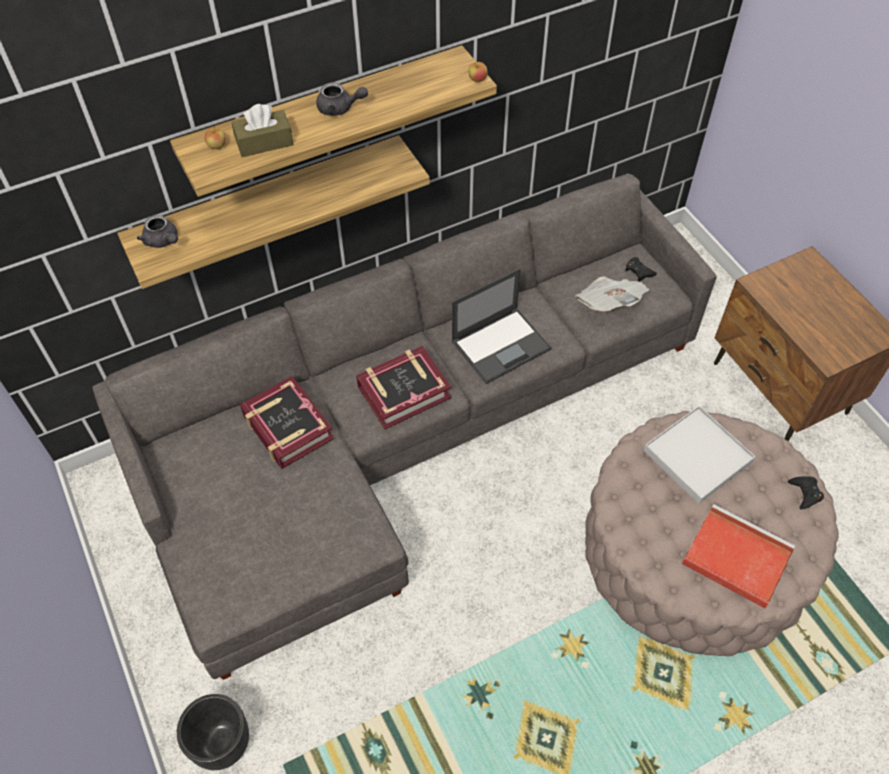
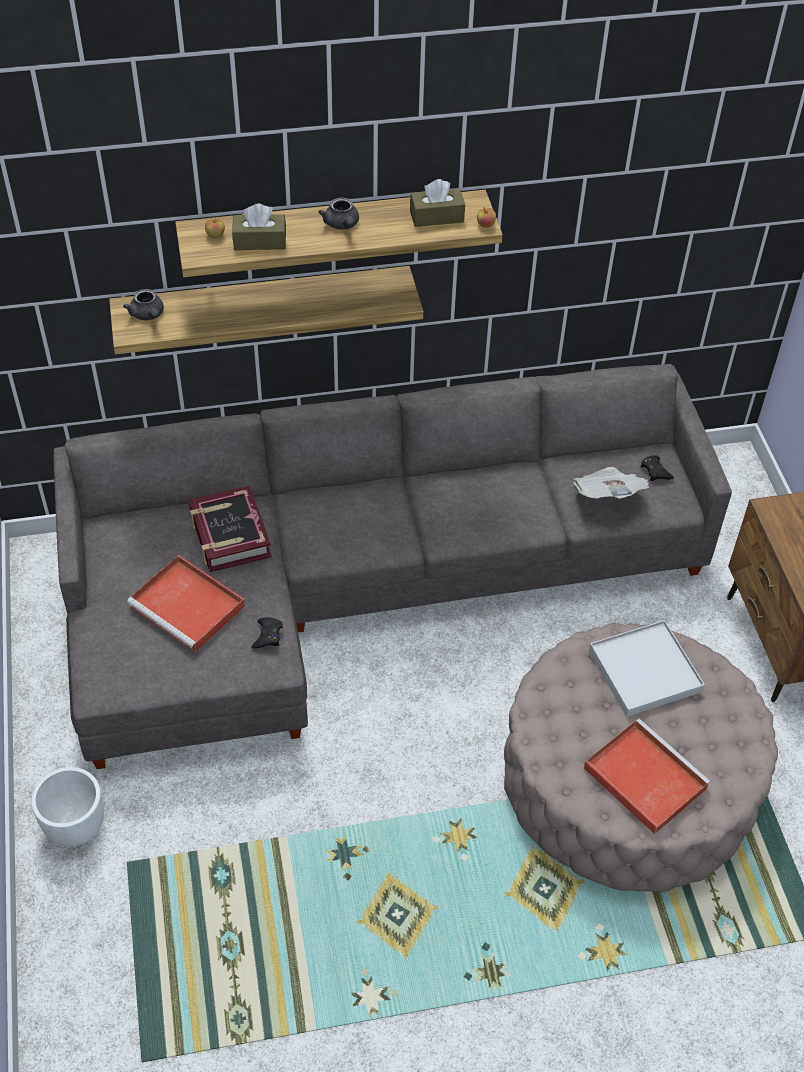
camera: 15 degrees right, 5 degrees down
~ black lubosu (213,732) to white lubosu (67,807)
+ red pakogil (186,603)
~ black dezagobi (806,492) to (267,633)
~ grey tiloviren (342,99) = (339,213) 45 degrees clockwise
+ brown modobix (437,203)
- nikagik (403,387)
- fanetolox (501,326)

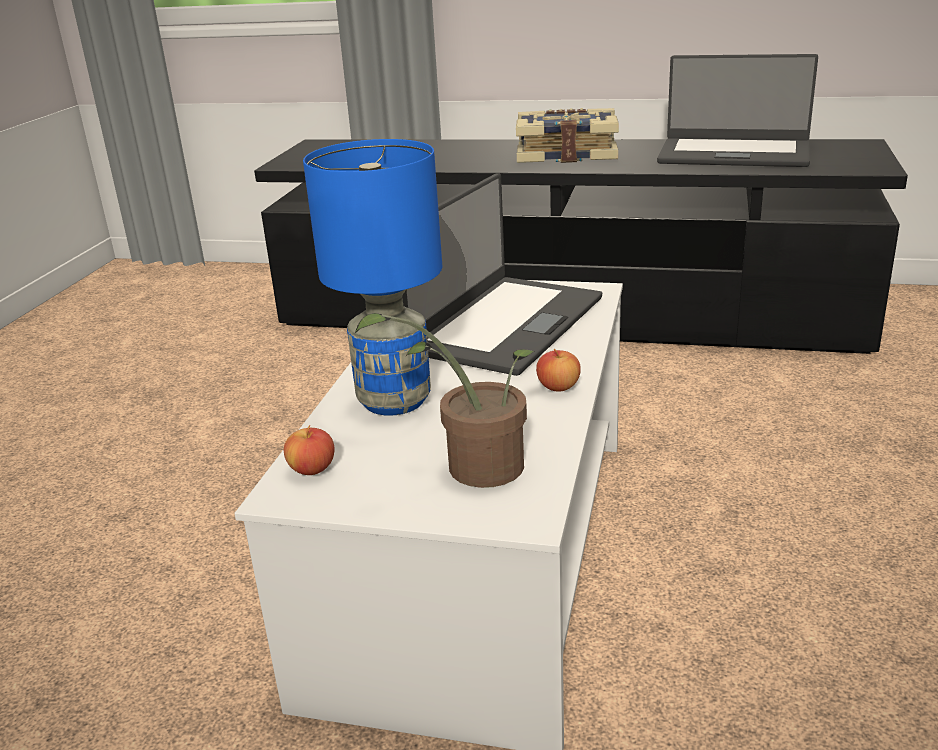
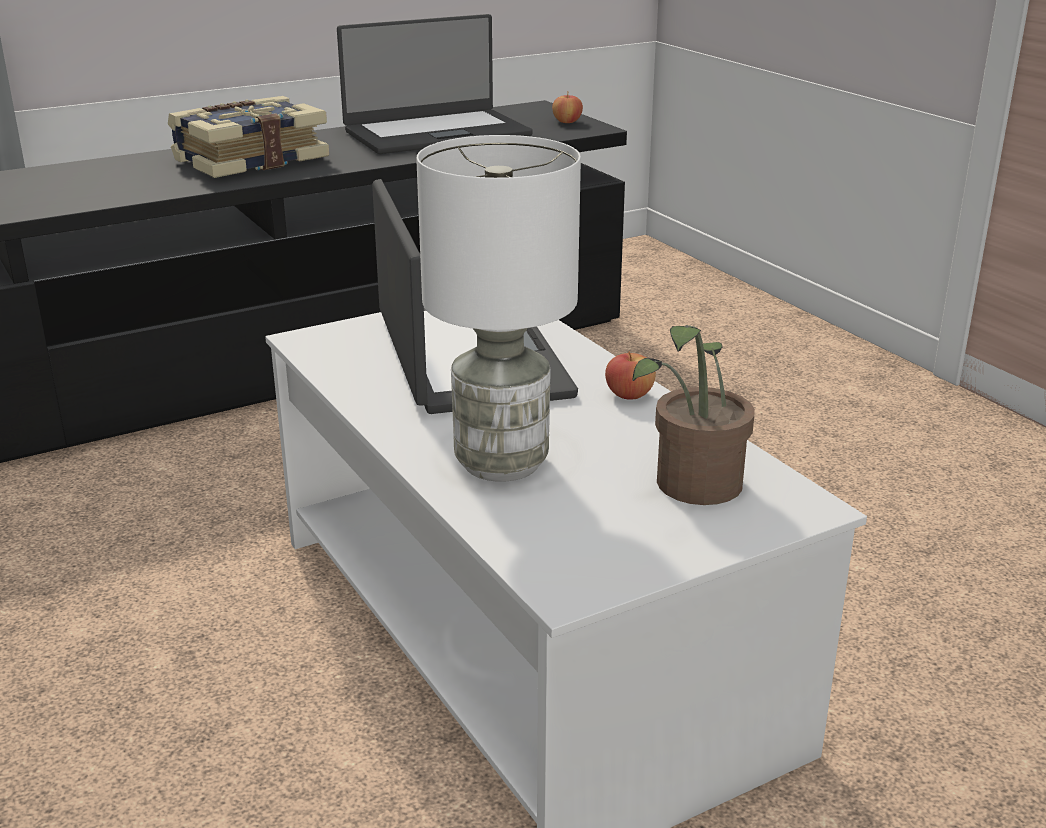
camera: 45 degrees left, 0 degrees up
~ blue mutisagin (372,277) to white mutisagin (498,308)
~ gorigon (309,450) to (567,107)

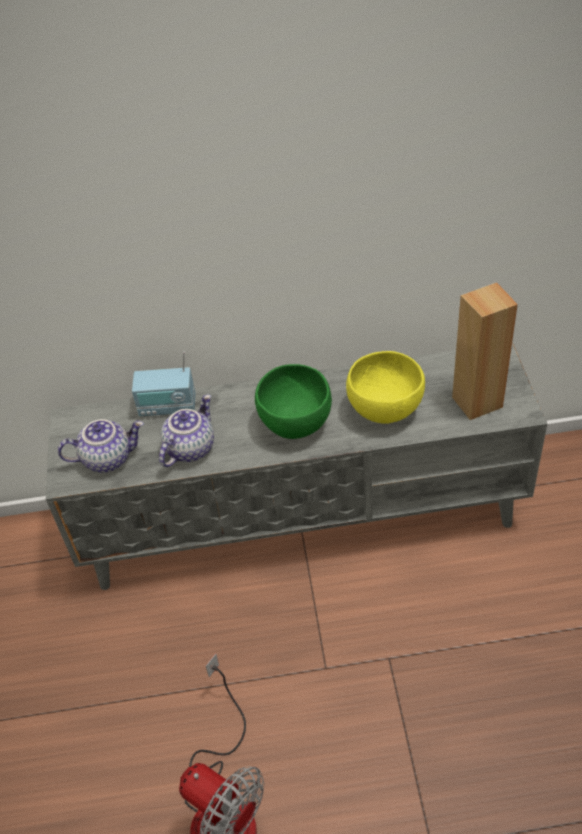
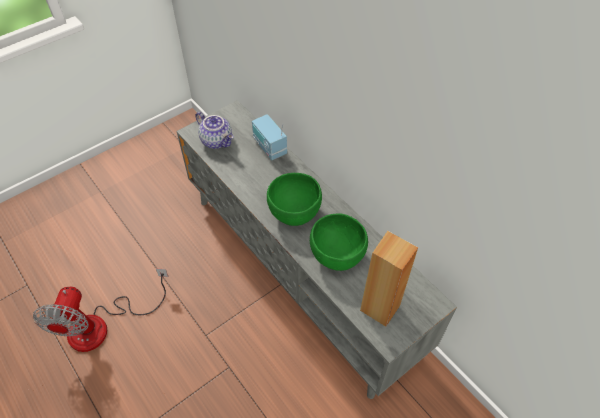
camera: 55 degrees right, 5 degrees up
~ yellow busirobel (385,387) to green busirobel (339,242)
- tiloviren (186,430)

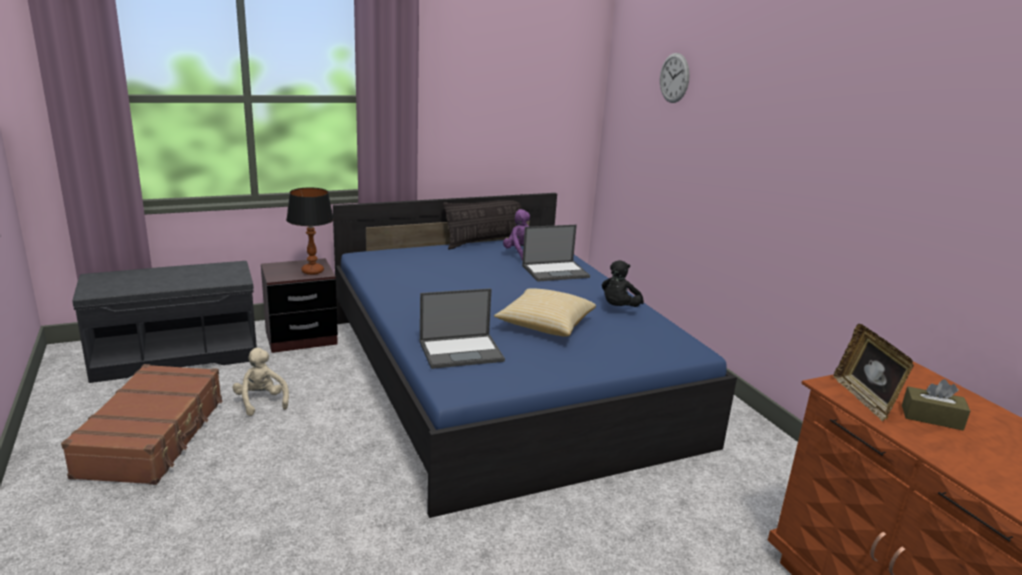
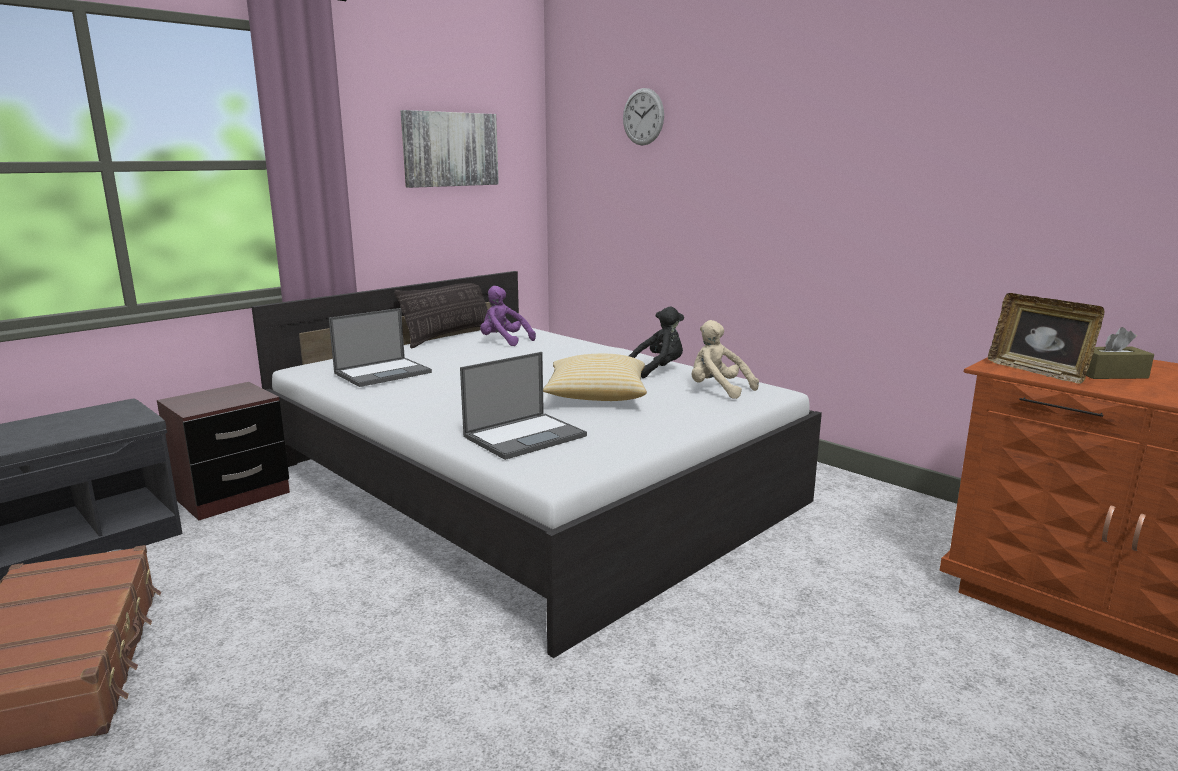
camera: 20 degrees left, 5 degrees down
~ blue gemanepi (535,355) to white gemanepi (536,464)
~ fanetolox (556,253) to (380,347)
+ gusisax (450,149)
~ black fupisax (622,283) = (656,342) 120 degrees counterclockwise
~ beige fupisax (260,382) to (725,359)
- mutisagin (310,231)

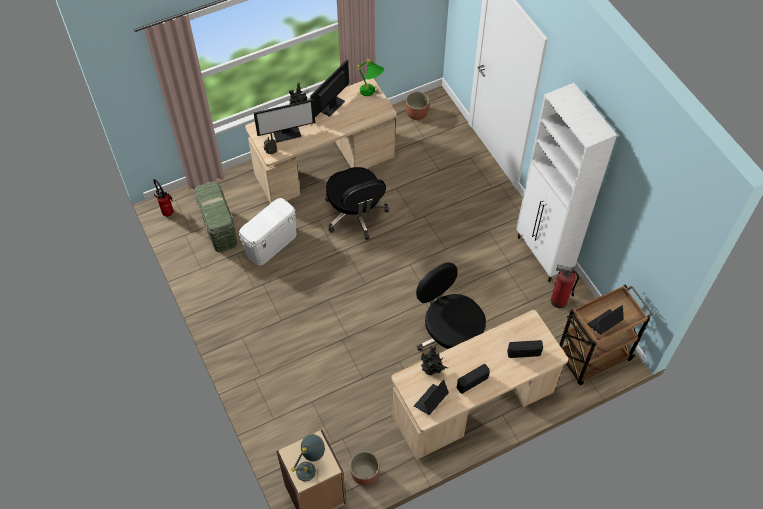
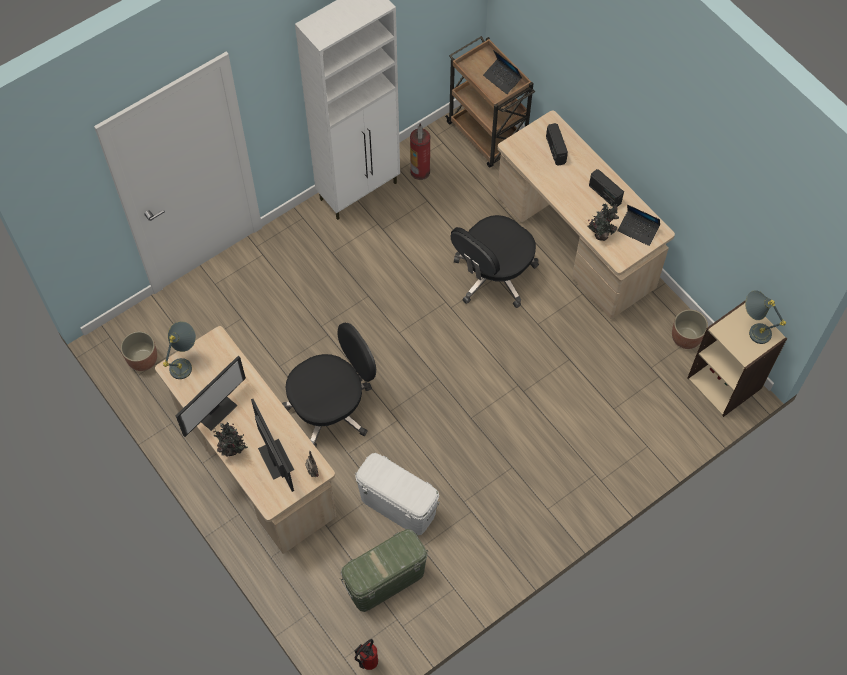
camera: 100 degrees left, 5 degrees up
~ green mutisagin (370,77) to grey mutisagin (179,350)
~ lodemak (329,88) = (211,396) 75 degrees counterclockwise

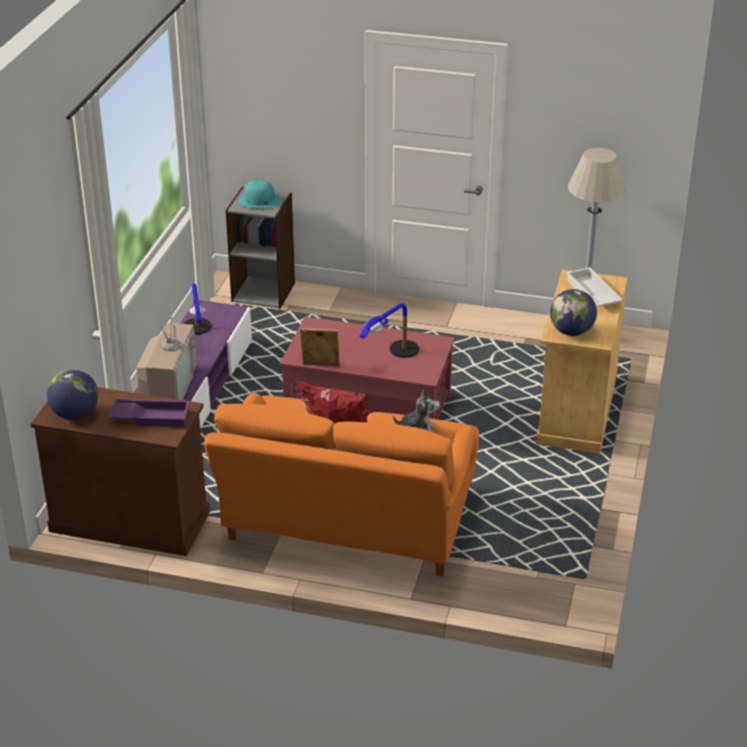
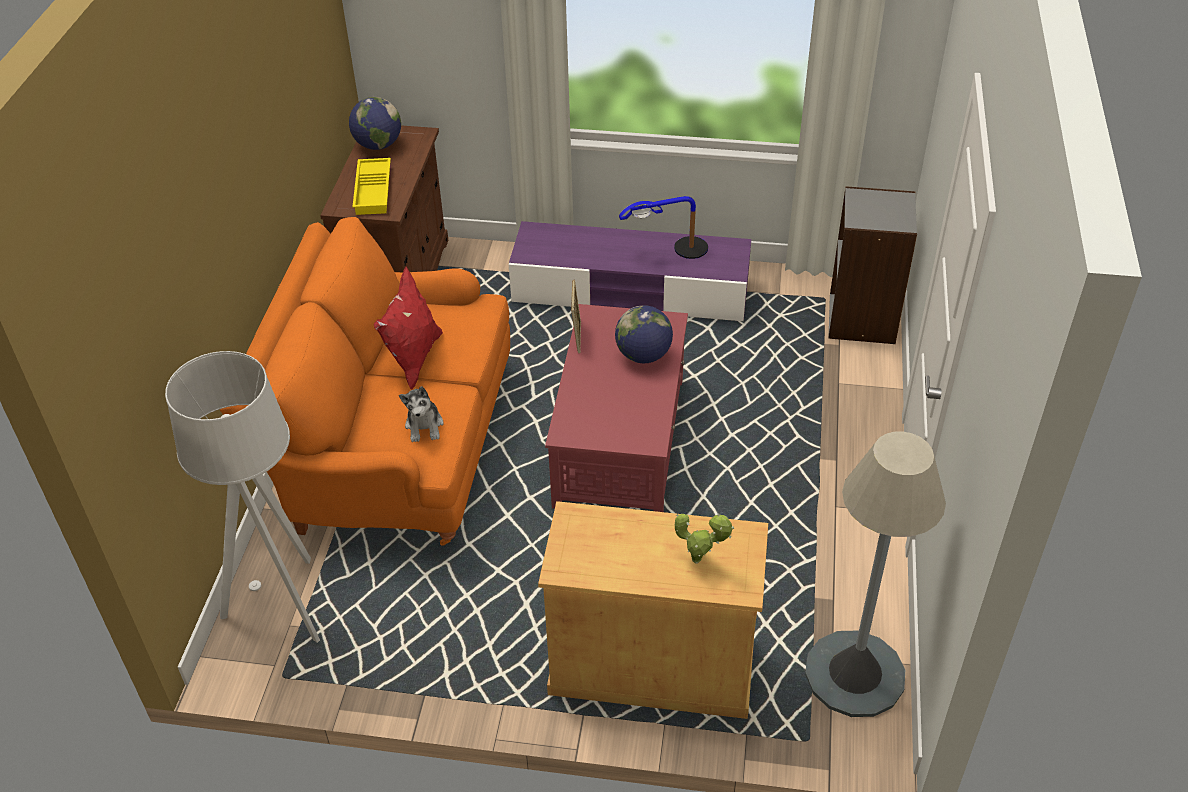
camera: 85 degrees right, 10 degrees up
+ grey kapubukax (242,497)
~ purple pakogil (149,413) to yellow pakogil (371,186)
~ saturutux (573,312) to (644,334)
~ white pakogil (594,287) to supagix (704,539)
- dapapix (166,351)
- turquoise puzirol (260,194)
- mutisagin (389,330)

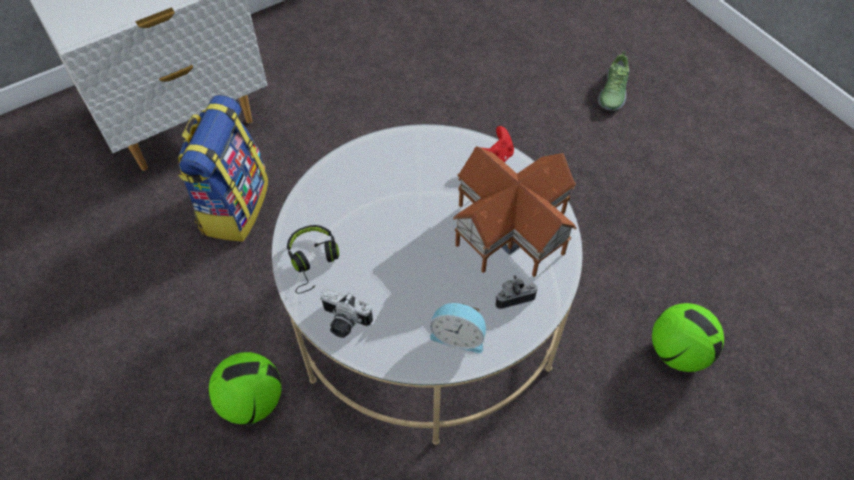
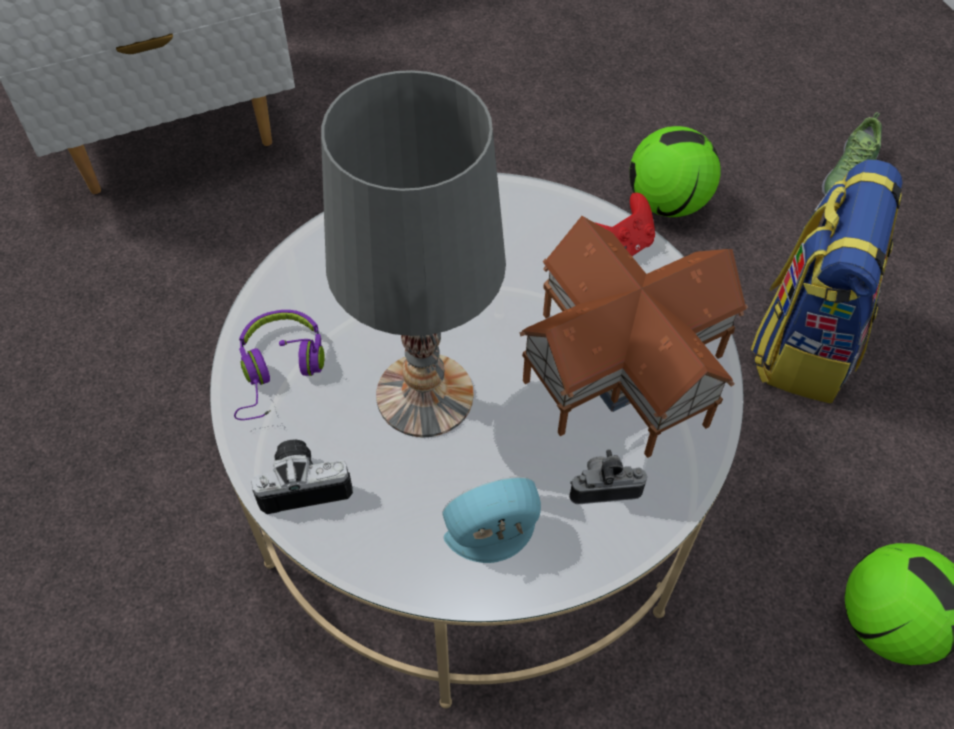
camera: 10 degrees right, 0 degrees up
~ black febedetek (313,259) to purple febedetek (279,365)
~ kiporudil (346,313) = (302,477) 135 degrees clockwise
+ grey mutisagin (413,254)
~ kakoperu (458,328) = (492,519) 135 degrees clockwise
~ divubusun (244,388) to (675,171)
~ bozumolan (223,168) to (826,281)

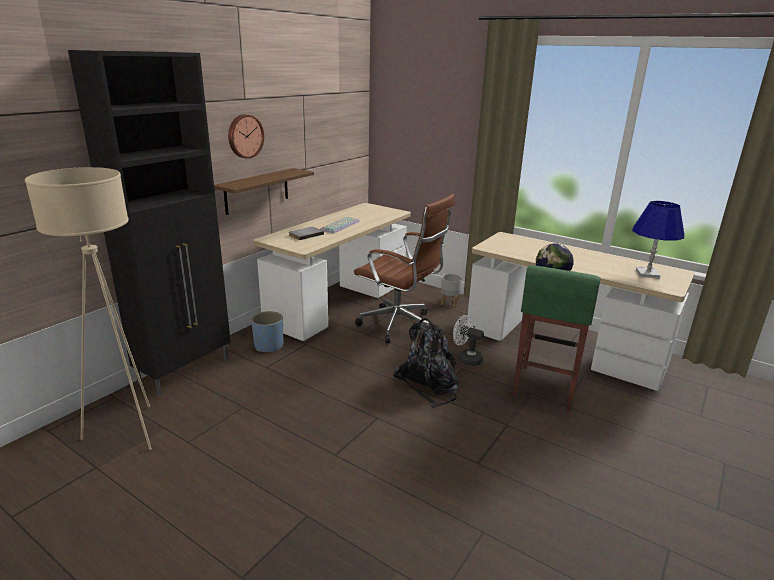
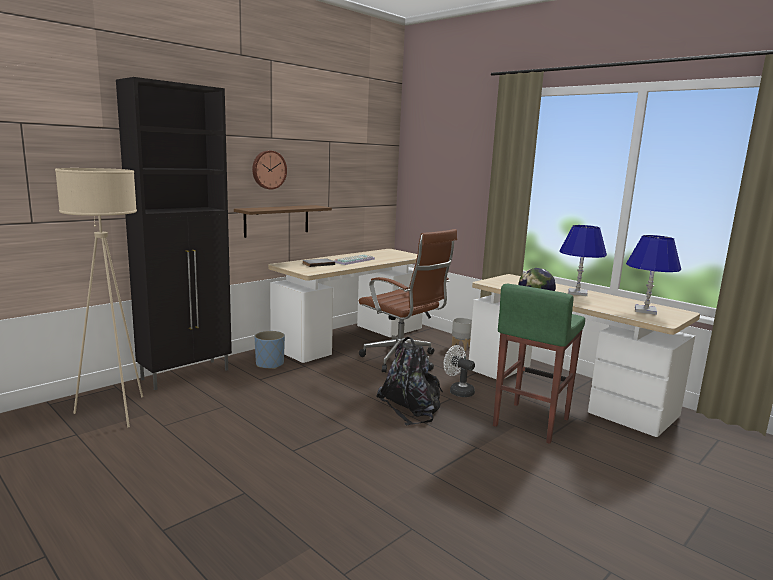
camera: 10 degrees right, 10 degrees down
+ blue mutisagin (583,260)

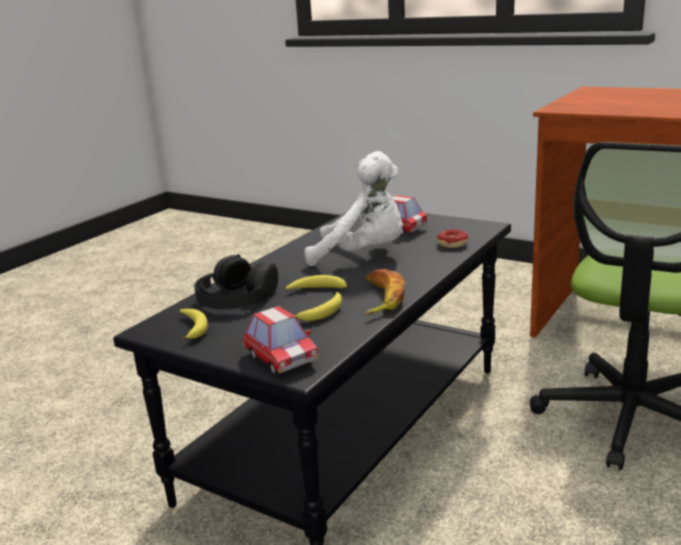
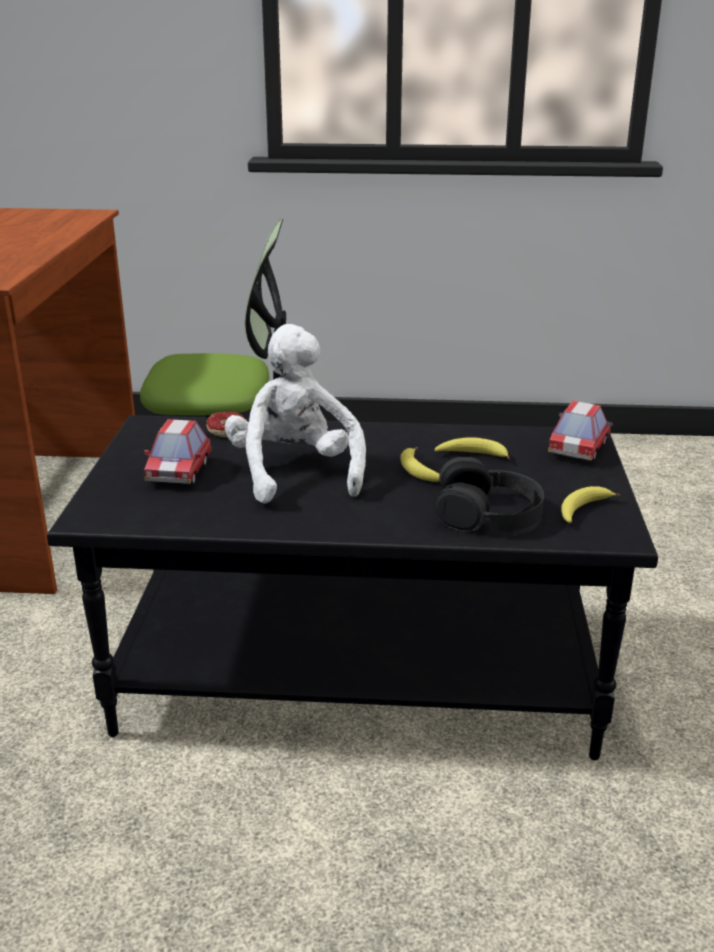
camera: 120 degrees left, 5 degrees up
- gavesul (385,292)

